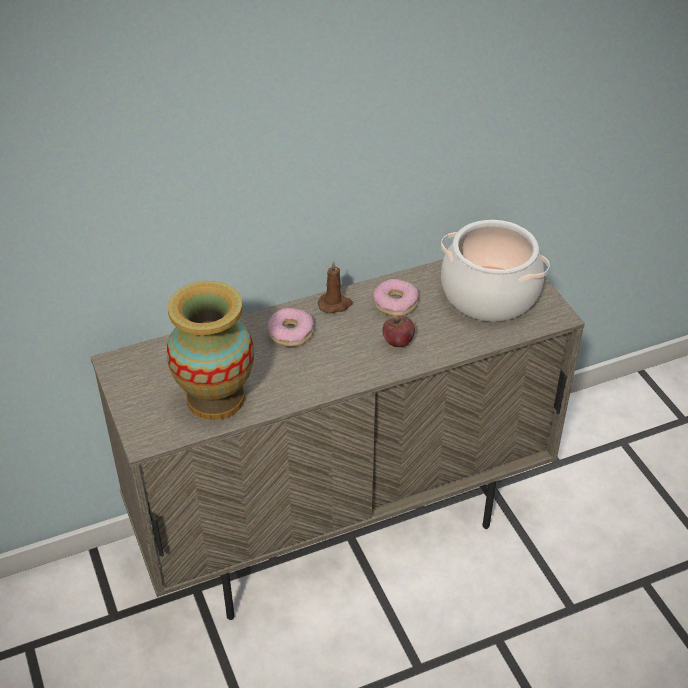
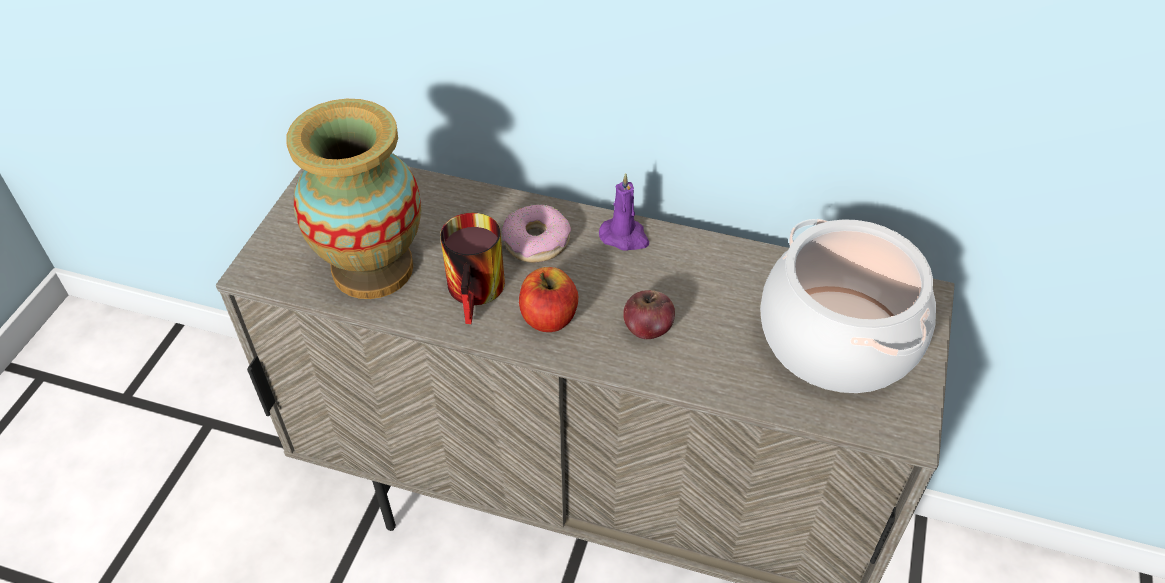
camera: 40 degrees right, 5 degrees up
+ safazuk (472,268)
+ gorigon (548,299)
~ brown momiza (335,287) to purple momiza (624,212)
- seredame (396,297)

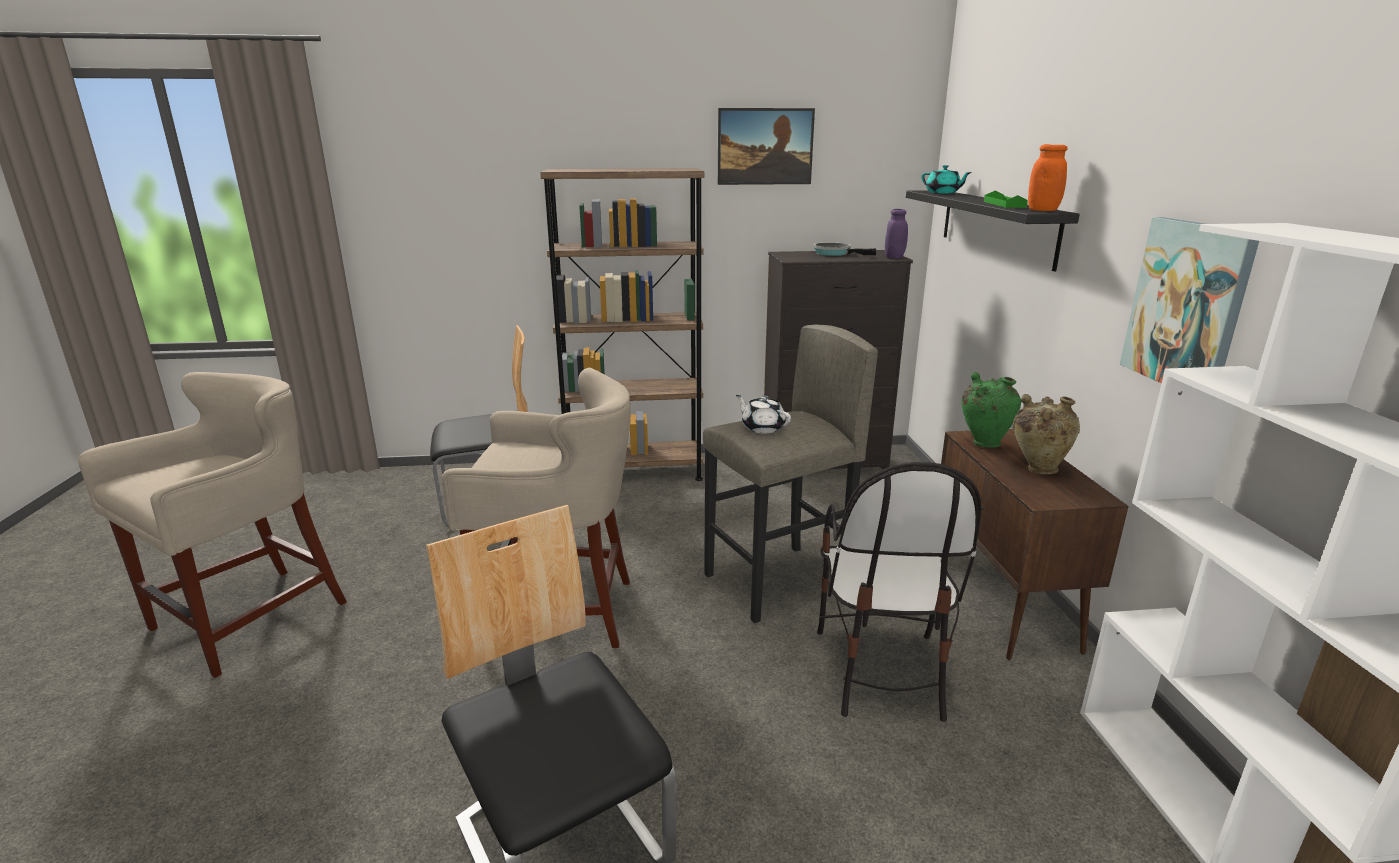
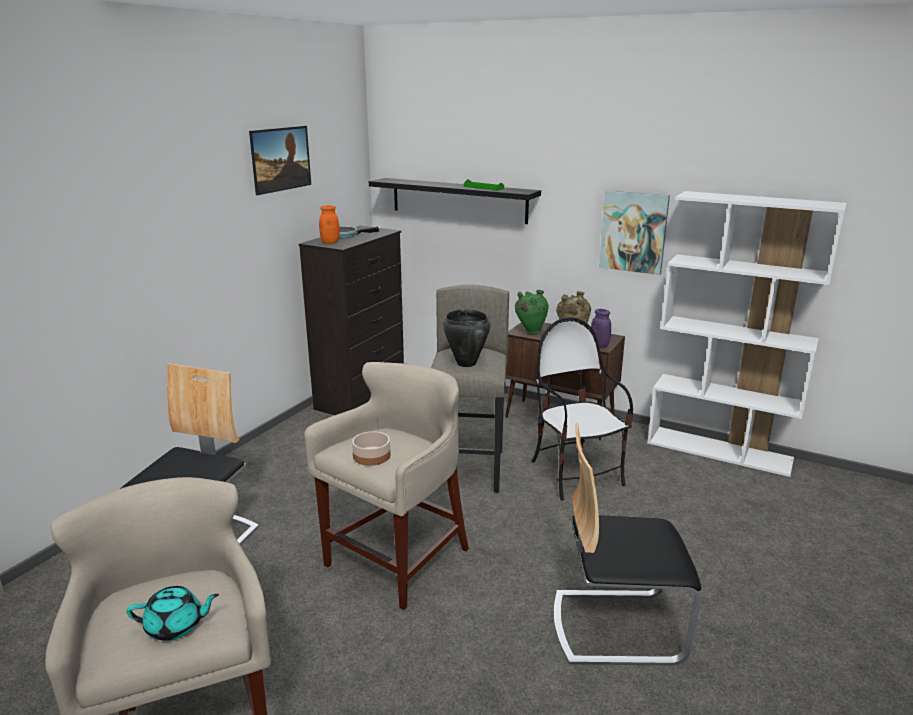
camera: 55 degrees left, 0 degrees up
~ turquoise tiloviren (946,179) to (173,613)
~ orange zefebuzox (1048,177) to (329,224)
+ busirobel (371,448)
~ white tiloviren (763,414) to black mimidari (466,338)
~ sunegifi (899,592) = (582,409) 150 degrees counterclockwise
~ purple zefebuzox (896,234) to (601,328)
- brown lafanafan (622,324)

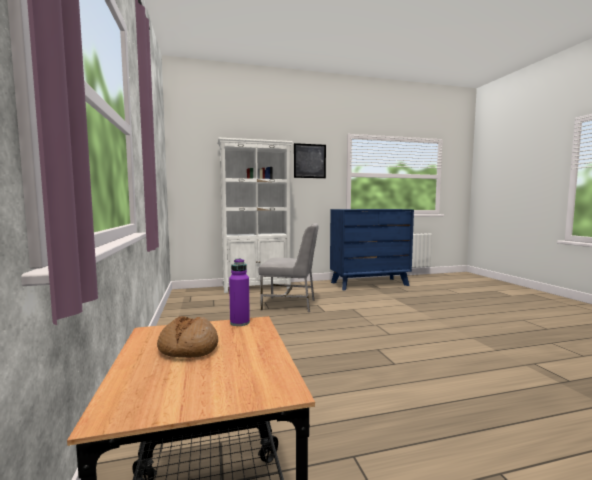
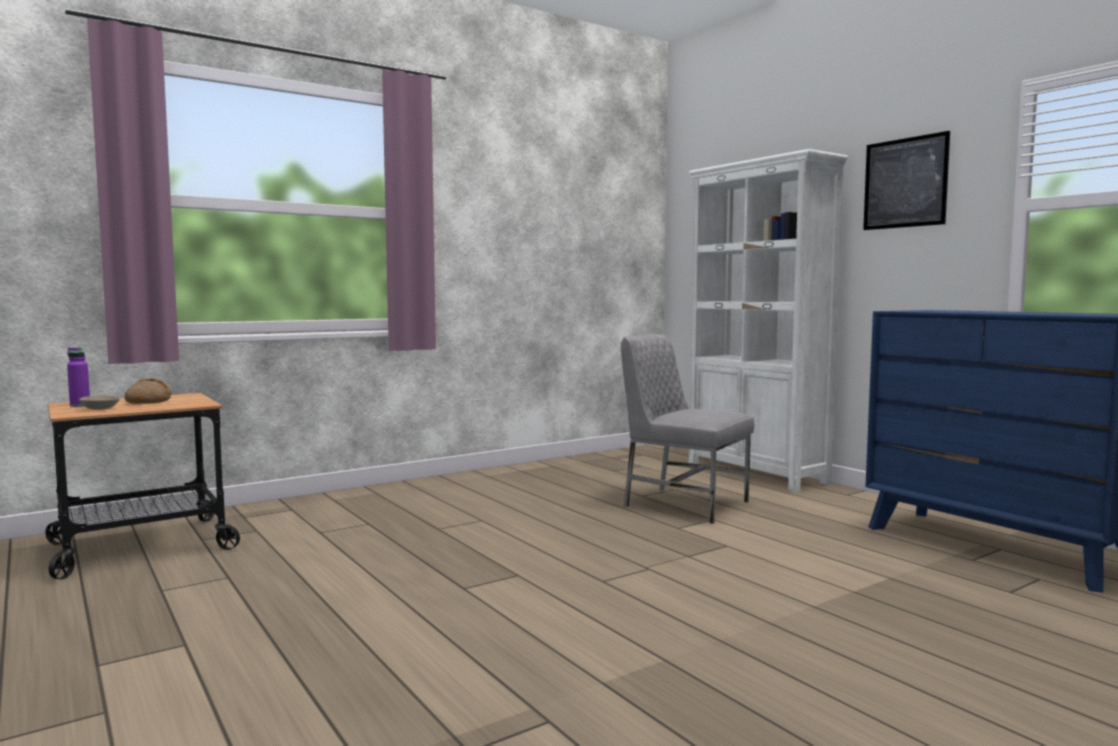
camera: 70 degrees right, 0 degrees up
~ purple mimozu (239,292) to (78,377)
+ beige busirobel (99,402)
~ grey sunegifi (288,267) = (687,429) 135 degrees clockwise

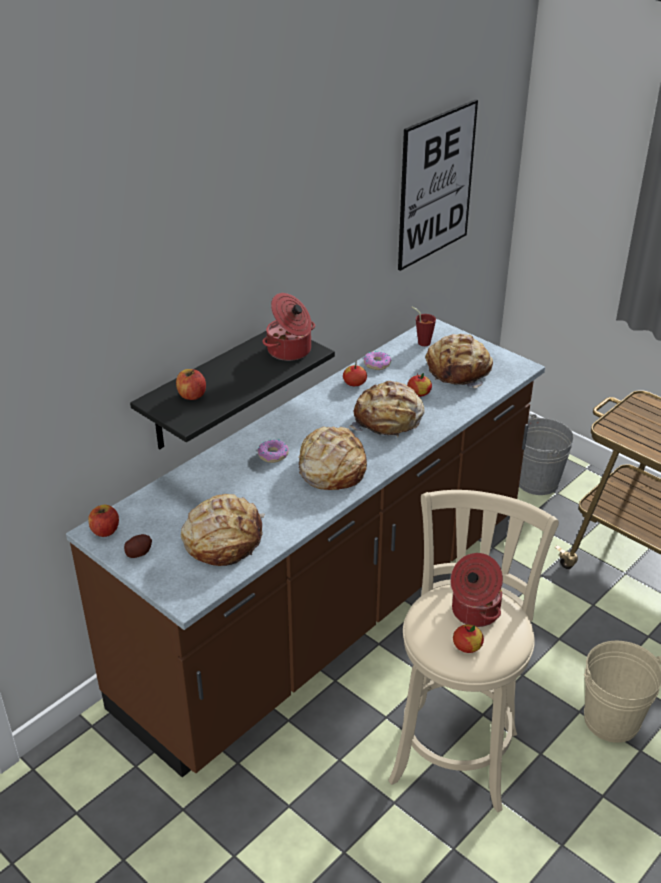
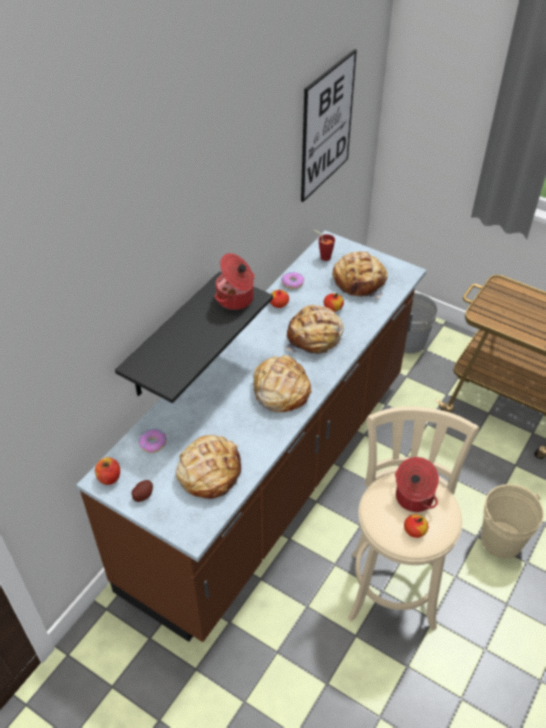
camera: 10 degrees left, 10 degrees up
~ seredame (273,451) to (153,441)
- gorigon (191,384)

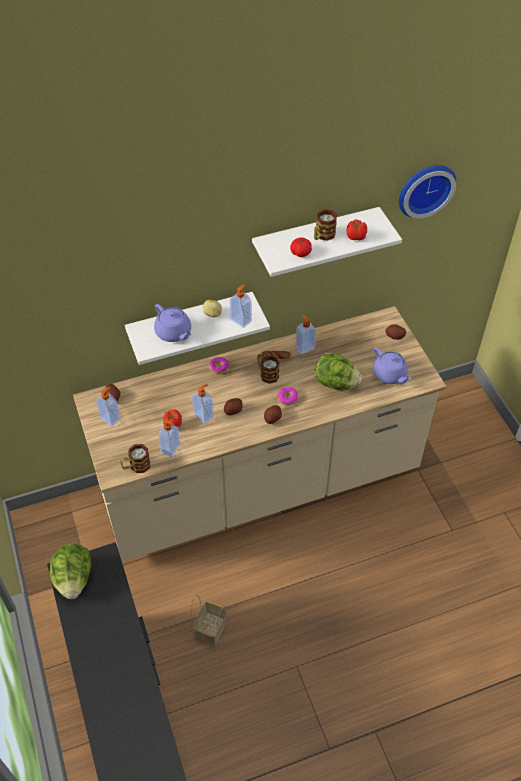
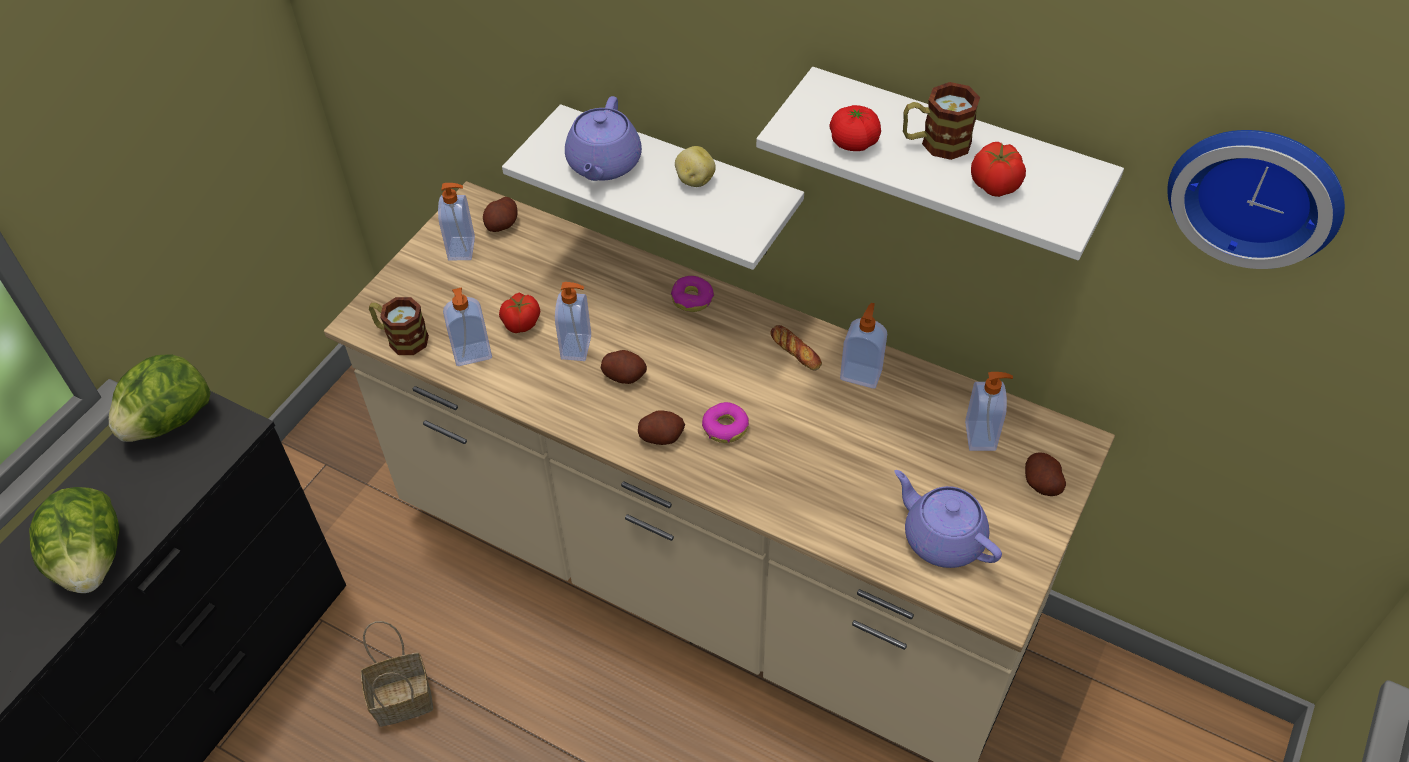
camera: 50 degrees right, 0 degrees up
~ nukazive (338,372) to (74,540)
~ purple tiloviren (392,365) = (948,519) 120 degrees clockwise
~ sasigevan (241,306) to (989,411)
- safazuk (268,369)

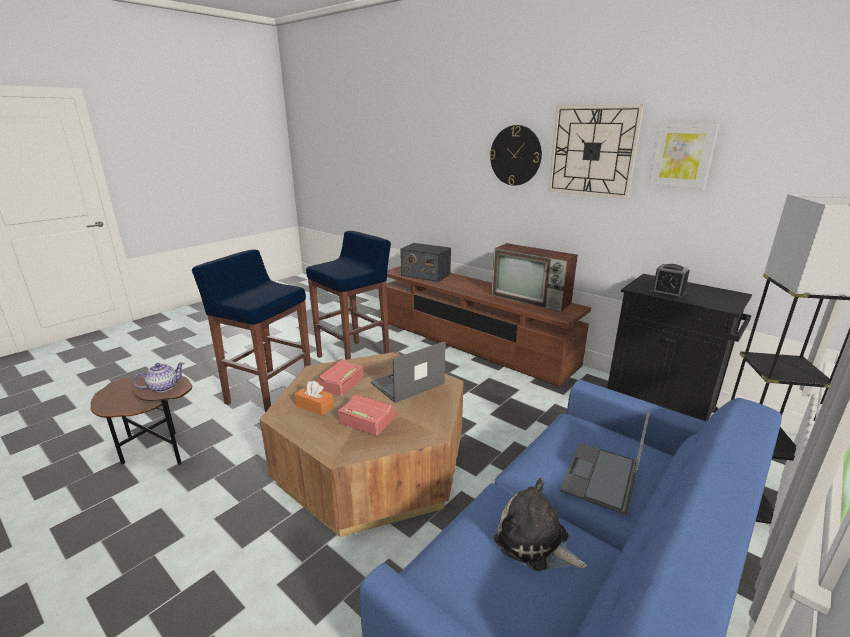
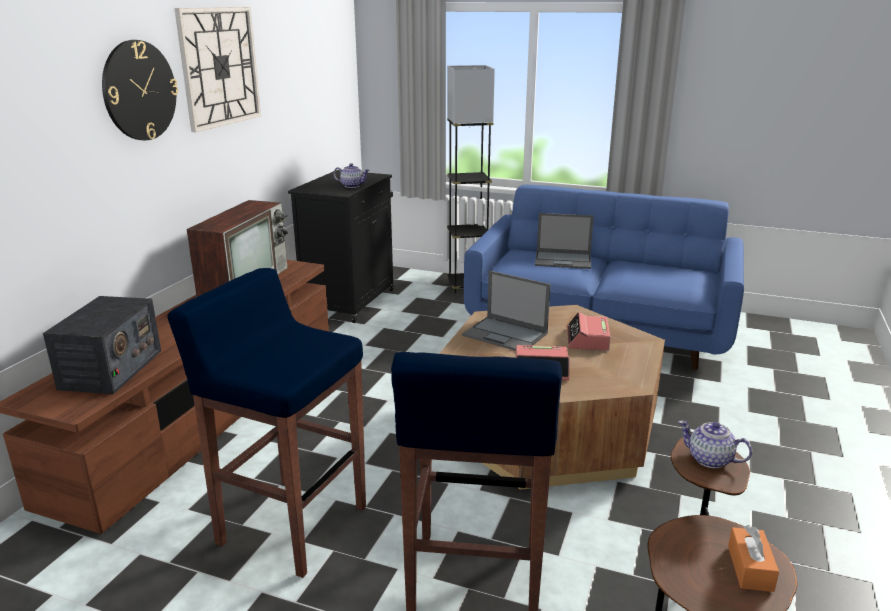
camera: 110 degrees left, 0 degrees up
~ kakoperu (670,281) to tiloviren (351,175)
~ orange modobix (314,398) to (753,558)
- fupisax (540,524)
- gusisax (683,157)

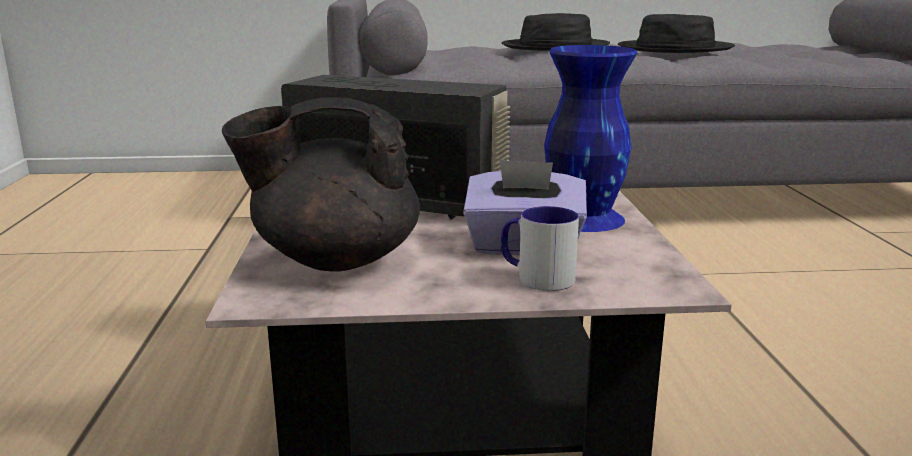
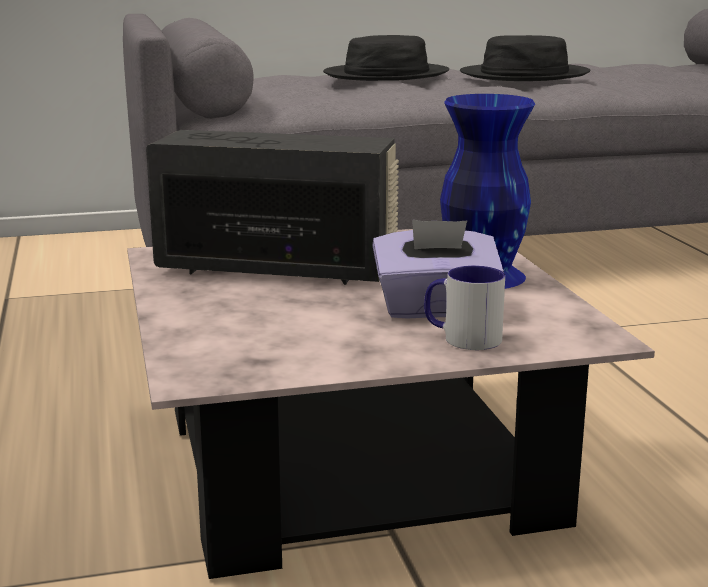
camera: 10 degrees left, 0 degrees up
- black tiloviren (321,185)

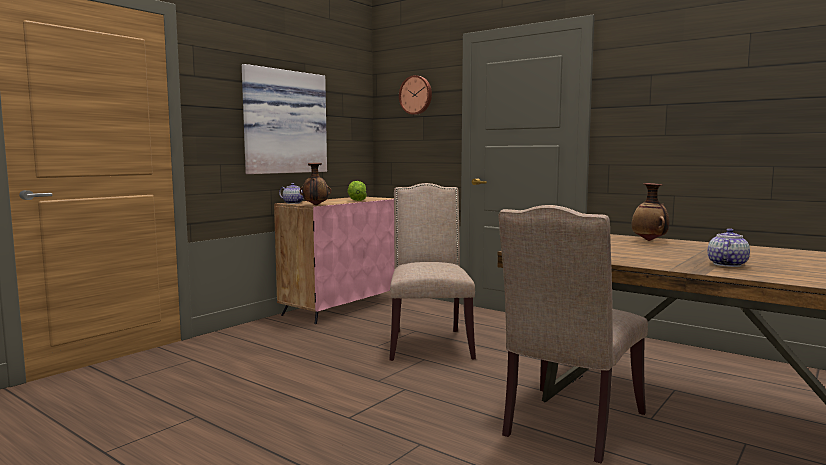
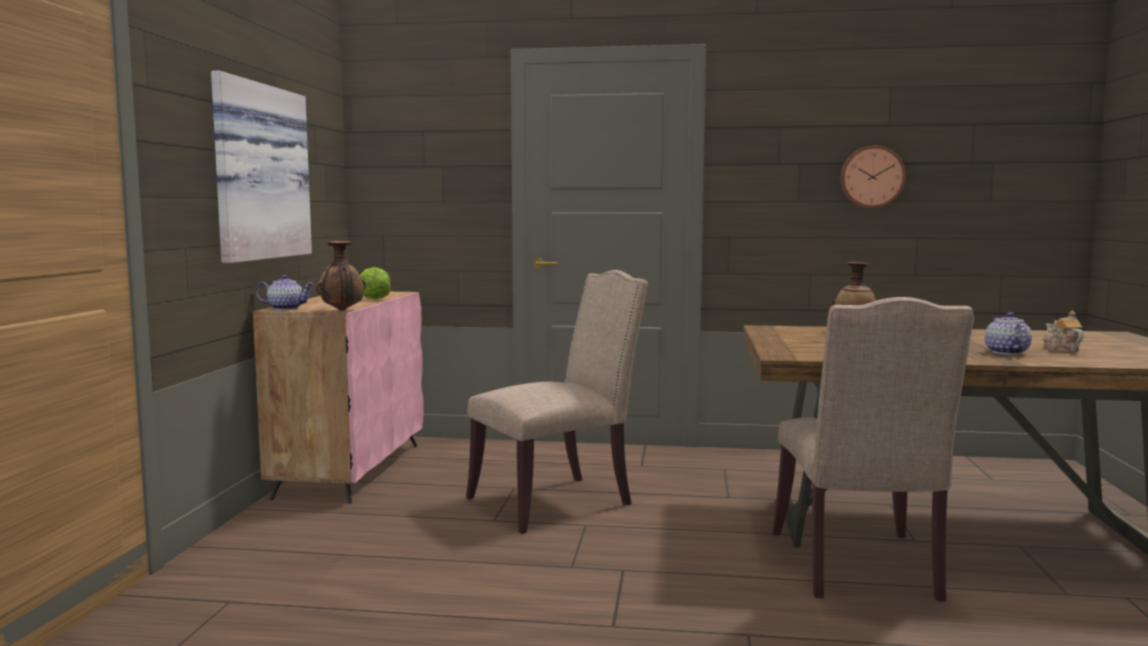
camera: 30 degrees left, 0 degrees up
~ beige sunegifi (432,272) = (557,402) 90 degrees clockwise
~ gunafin (415,95) to (873,177)
+ tiloviren (1063,331)

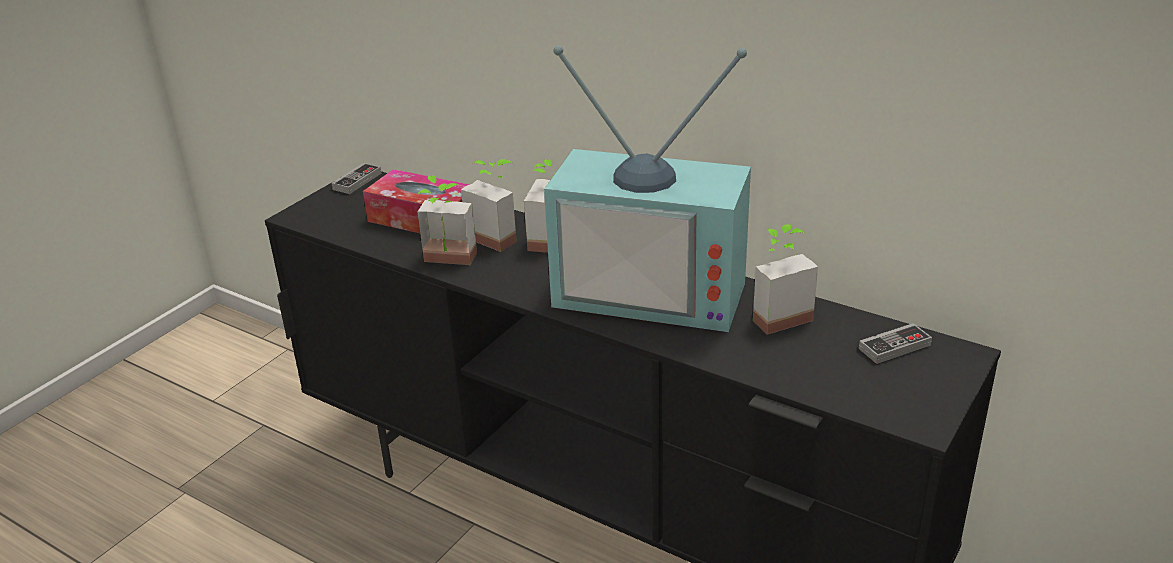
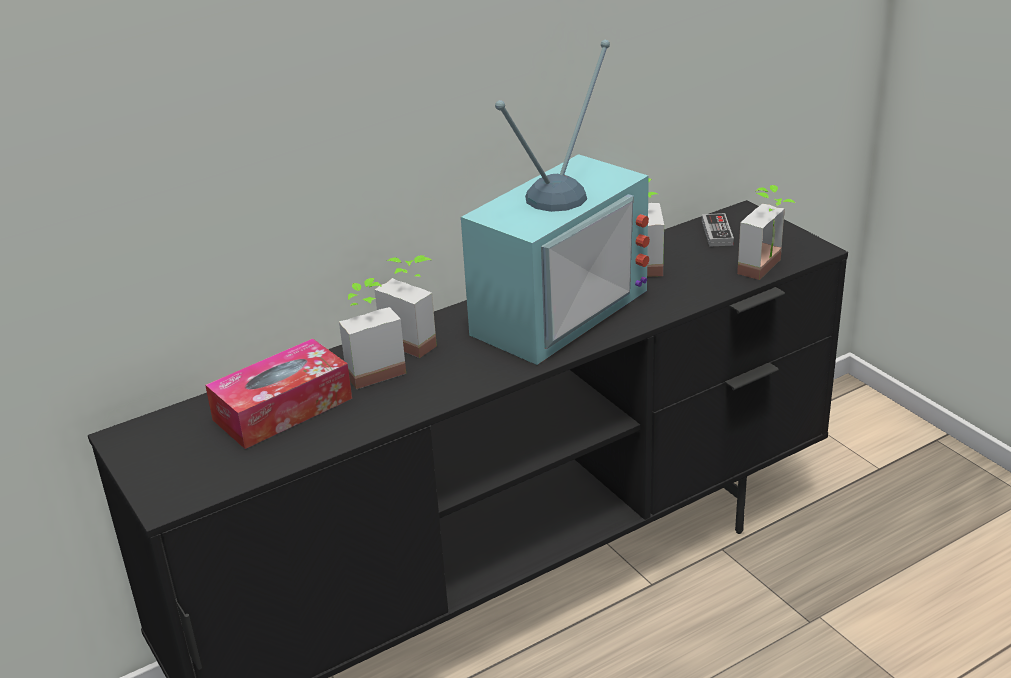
camera: 65 degrees left, 0 degrees up
~ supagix (447,220) to (766,232)
- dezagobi (356,178)

